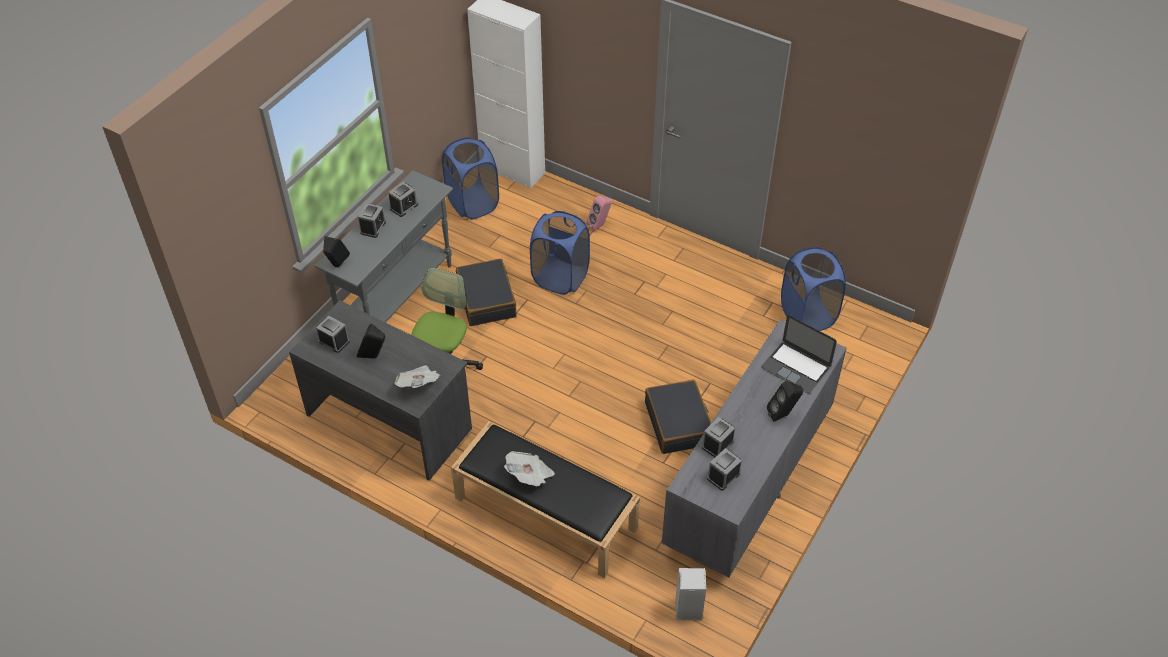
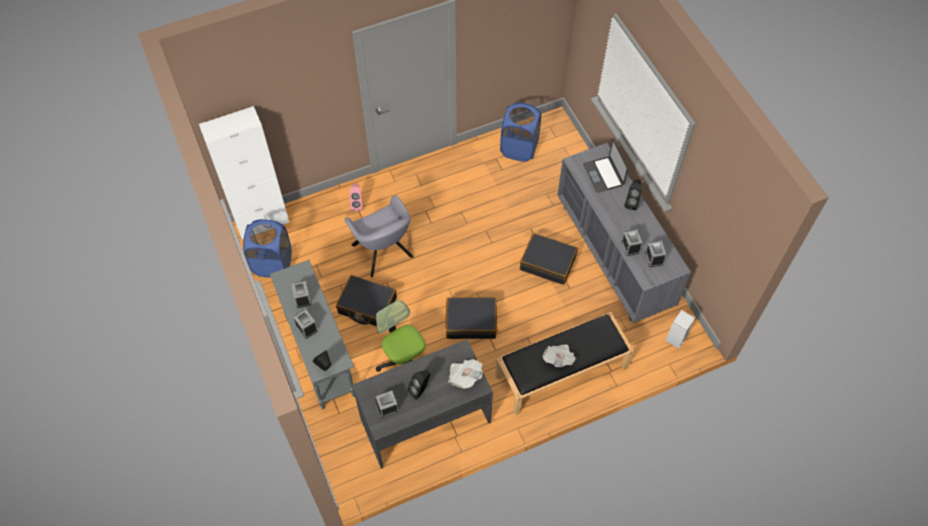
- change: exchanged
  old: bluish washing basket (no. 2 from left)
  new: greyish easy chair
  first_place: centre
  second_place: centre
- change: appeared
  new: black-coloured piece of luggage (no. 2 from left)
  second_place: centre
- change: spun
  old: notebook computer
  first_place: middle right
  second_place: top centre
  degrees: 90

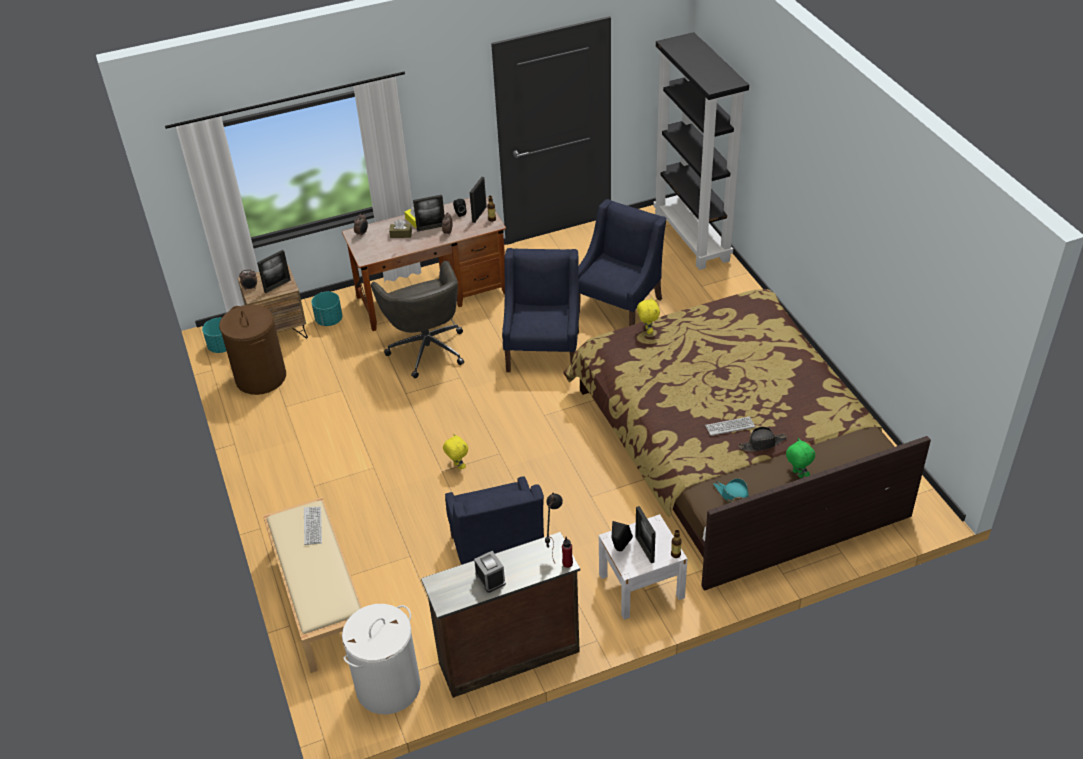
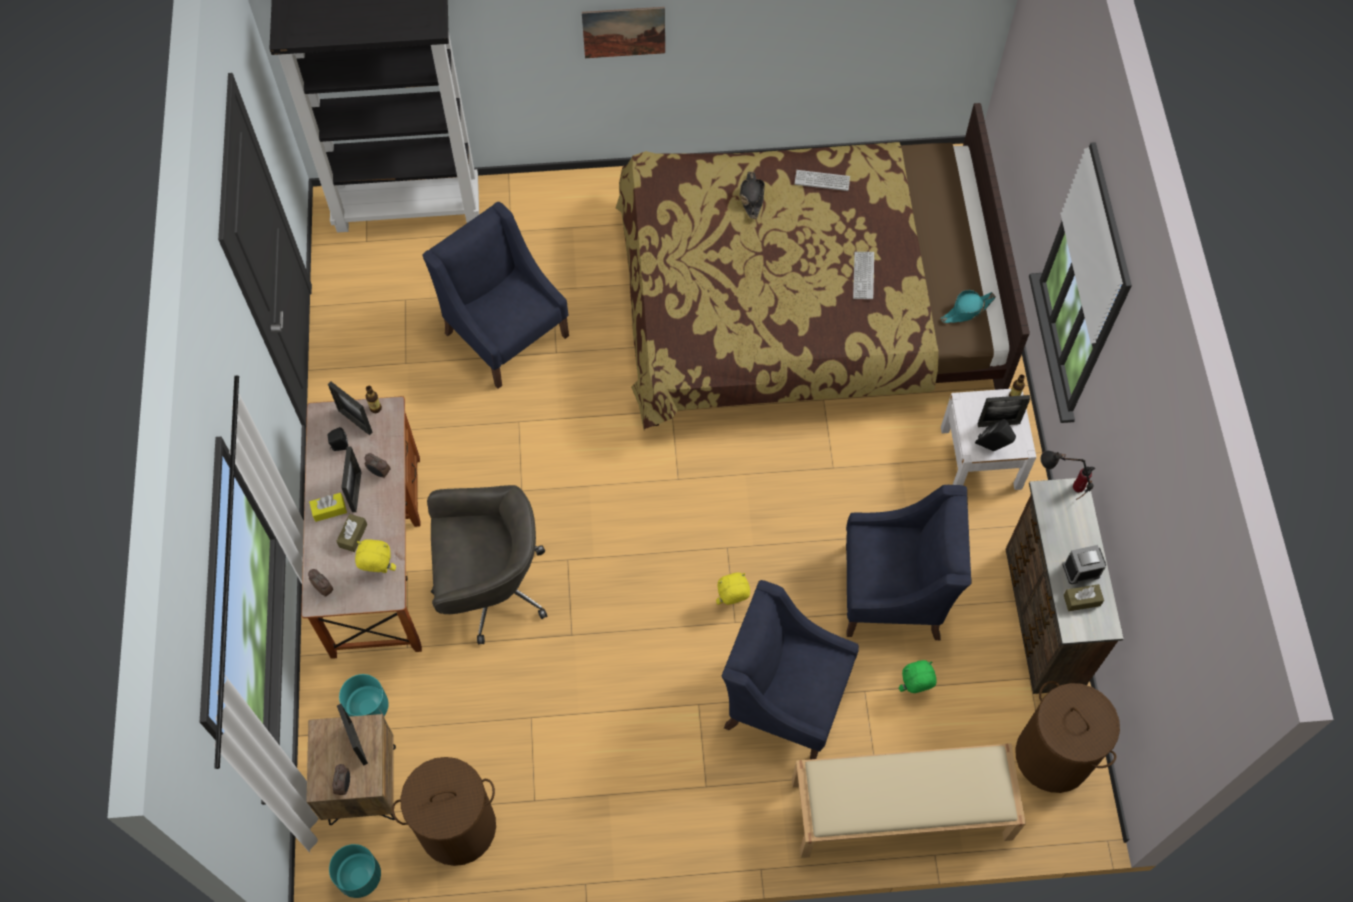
- change: relocated
  old: yellowish soft toy (no. 2 from left in the first image)
  new: yellowish soft toy (no. 1 from left)
  first_place: centre
  second_place: middle left
- change: appeared
  new: wall picture
  second_place: top centre
- change: relocated
  old: bluish easy chair (no. 2 from left)
  first_place: centre
  second_place: bottom centre
- change: relocated
  old: black-coloured hat
  first_place: middle right
  second_place: top centre
- change: relocated
  old: computer keyboard (no. 1 from left)
  first_place: bottom left
  second_place: top centre
- change: relocated
  old: green soft toy
  first_place: middle right
  second_place: bottom right
- change: colour
  old: white-coloured washing basket
  new: brown washing basket (no. 2 from left)
  first_place: bottom centre
  second_place: bottom right
- change: appeared
  new: brown box of tissues (no. 2 from left)
  second_place: middle right

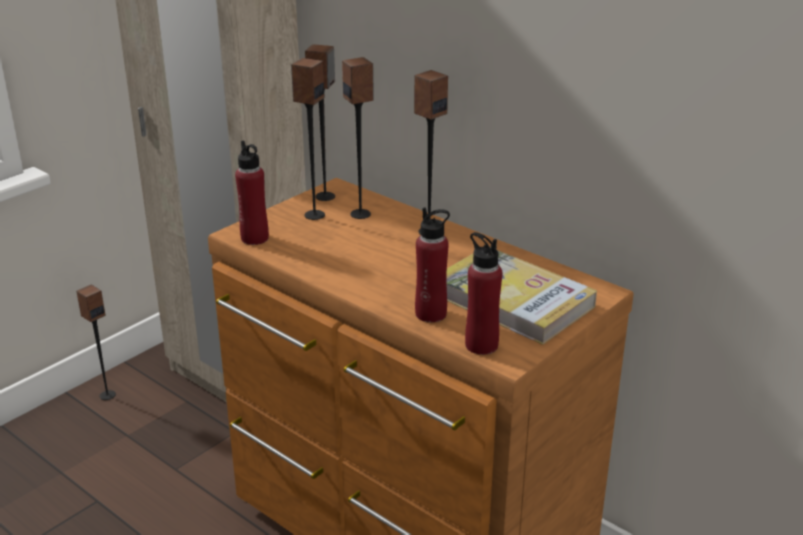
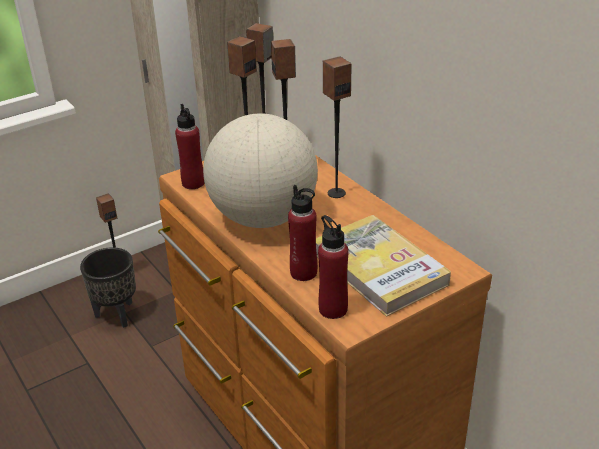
- change: appeared
  new: black-coloured flower pot
  second_place: middle left
- change: appeared
  new: world globe
  second_place: centre

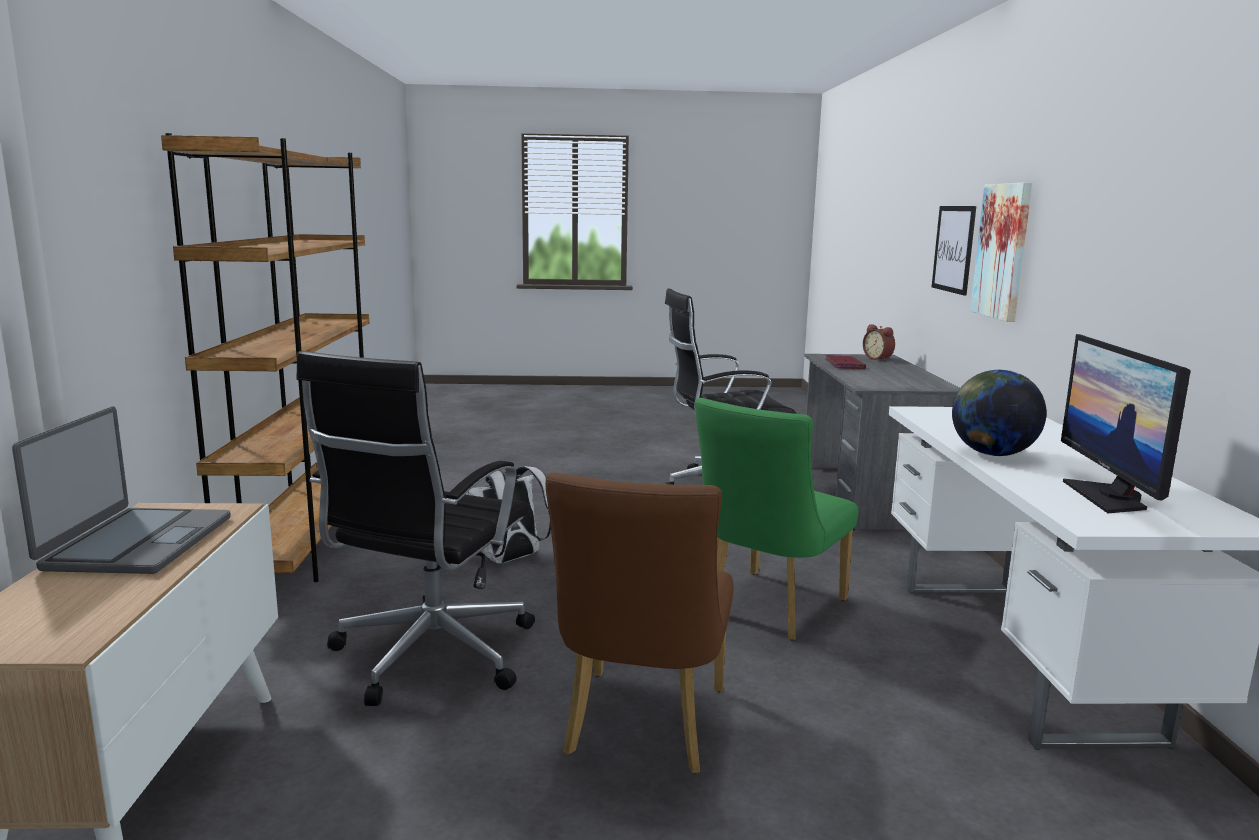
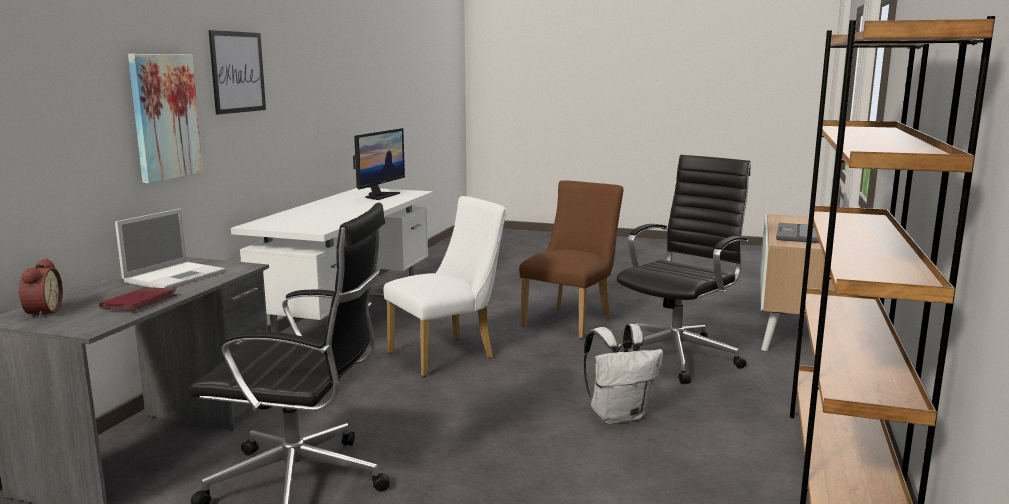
- change: appeared
  new: notebook computer (no. 1 from left)
  second_place: middle left
- change: relocated
  old: wall picture (no. 1 from left in the first image)
  new: wall picture (no. 2 from left)
  first_place: top right
  second_place: top left
- change: colour
  old: green chair
  new: white-coloured chair
  first_place: centre
  second_place: centre
- change: missing
  old: world globe
  first_place: middle right

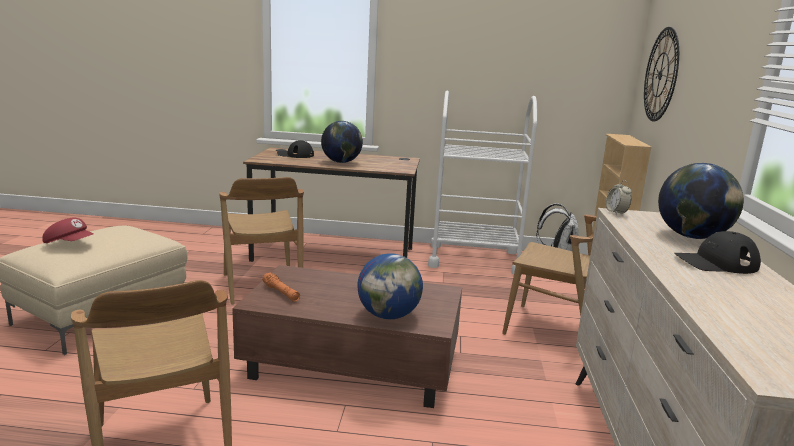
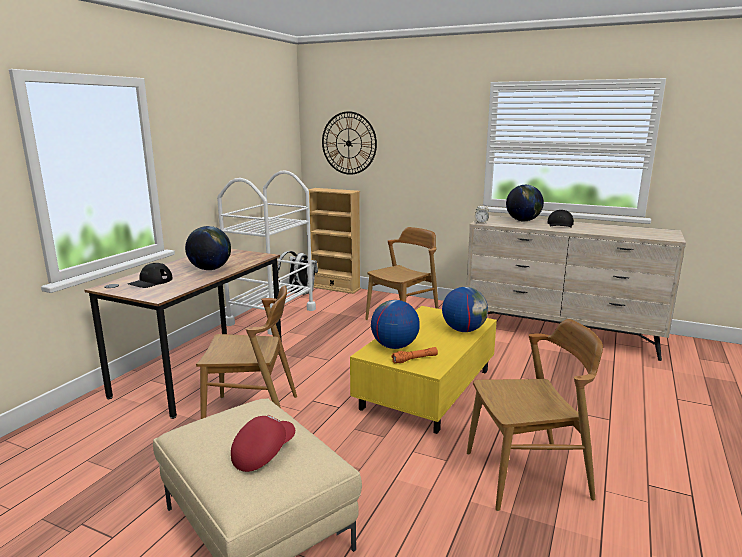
- change: colour
  old: brown low table
  new: yellowish low table
  first_place: bottom centre
  second_place: centre
- change: appeared
  new: world globe (no. 2 from left)
  second_place: centre

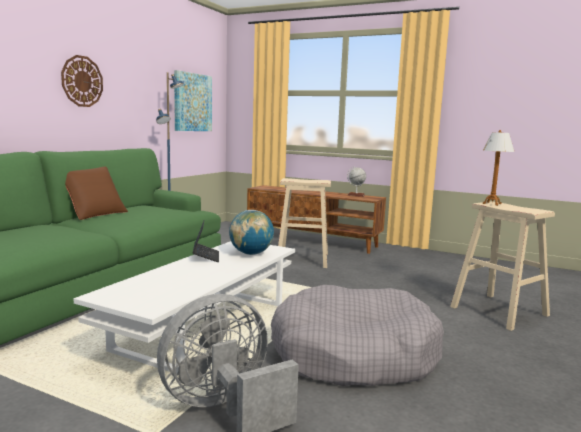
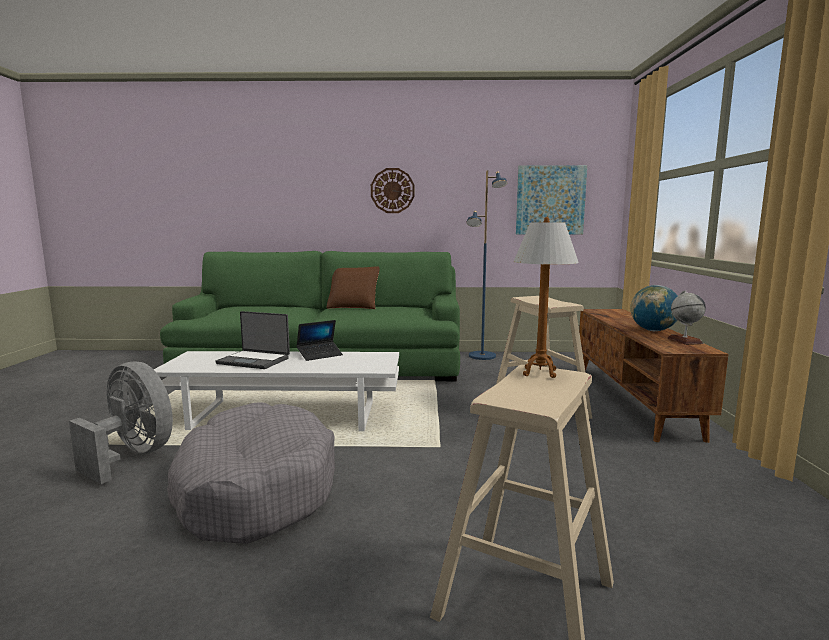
- change: appeared
  new: notebook computer (no. 1 from left)
  second_place: middle left
- change: relocated
  old: world globe (no. 1 from left)
  first_place: centre
  second_place: middle right

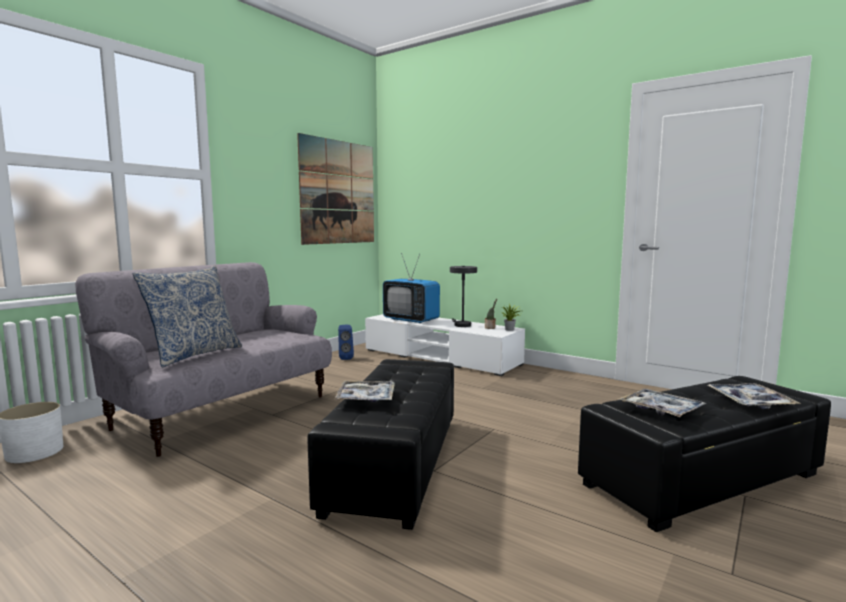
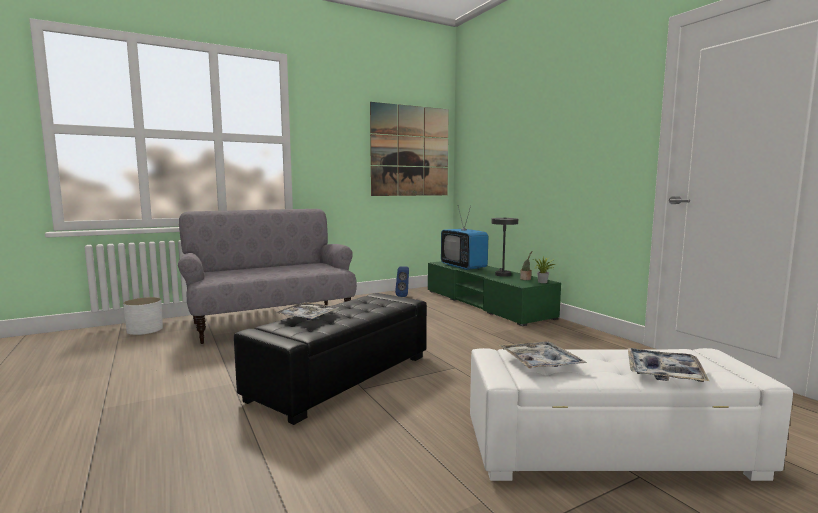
- change: colour
  old: white-coloured media console
  new: green media console
  first_place: centre
  second_place: centre
- change: colour
  old: black-coloured ottoman (no. 2 from left)
  new: white-coloured ottoman
  first_place: bottom right
  second_place: bottom right
- change: missing
  old: throw pillow
  first_place: middle left

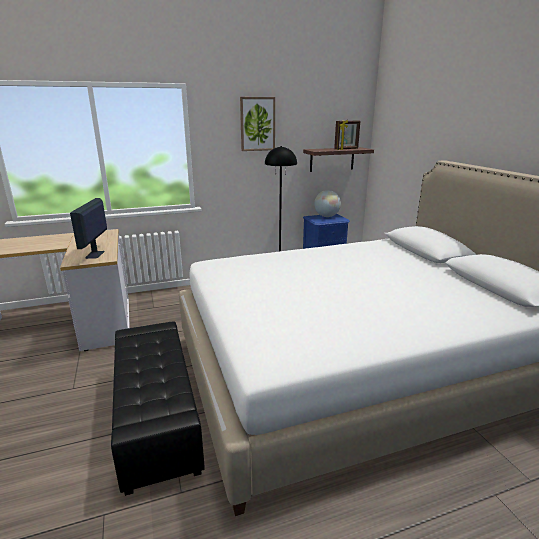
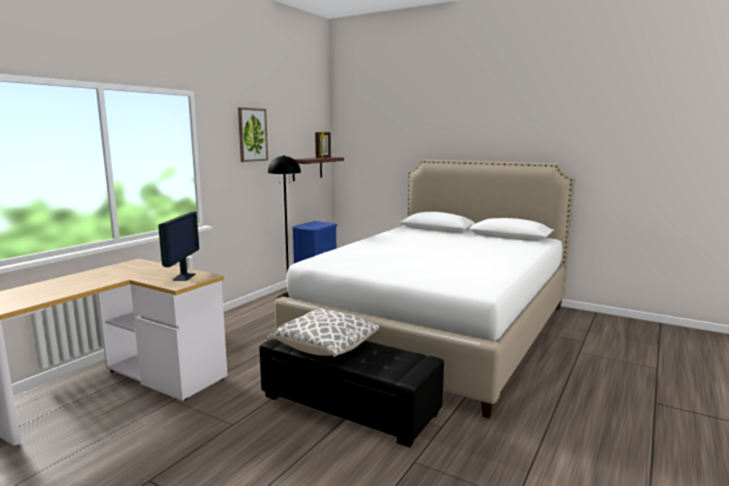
- change: spun
  old: computer display
  first_place: middle left
  second_place: middle left
  degrees: -135
- change: appeared
  new: throw pillow
  second_place: bottom centre
- change: missing
  old: world globe
  first_place: centre

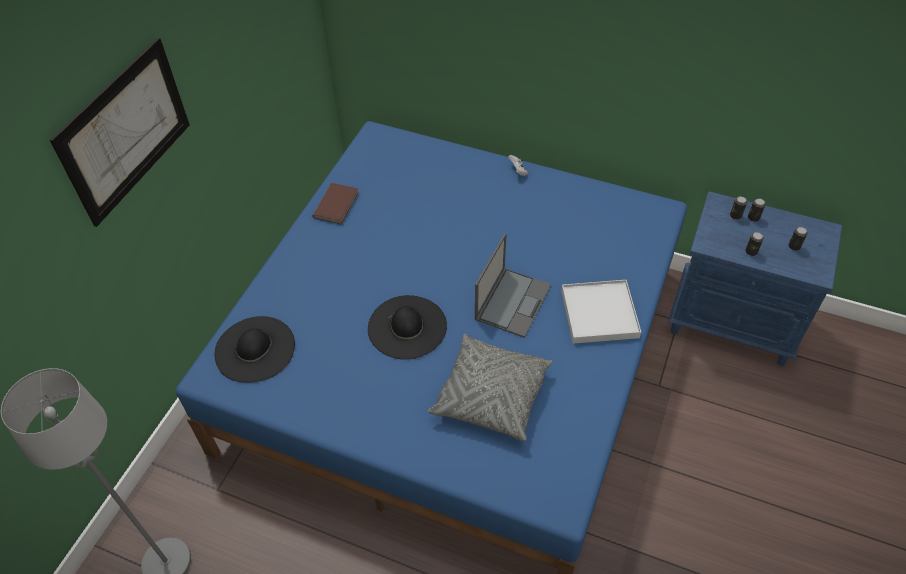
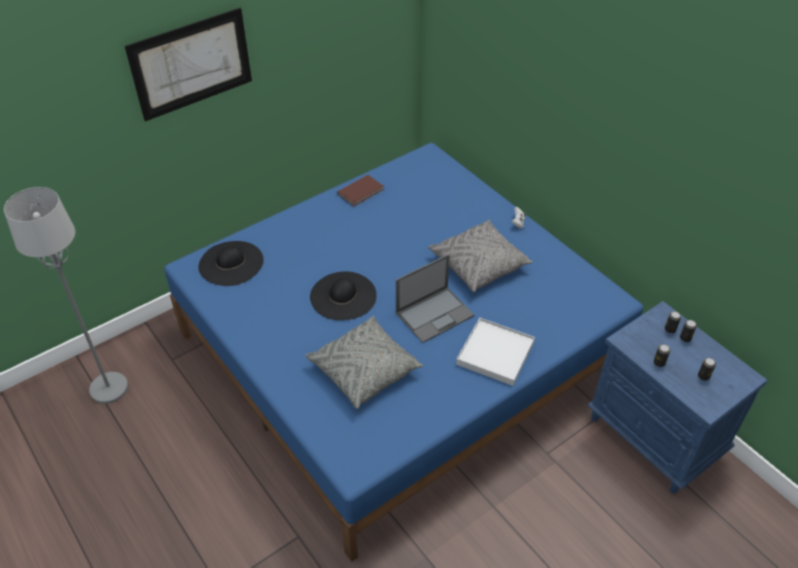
- change: appeared
  new: greyish throw pillow (no. 2 from left)
  second_place: centre

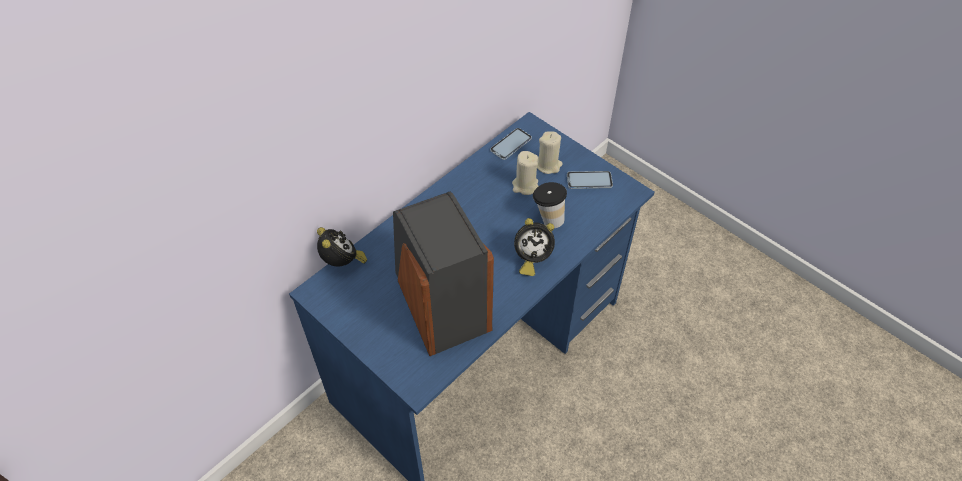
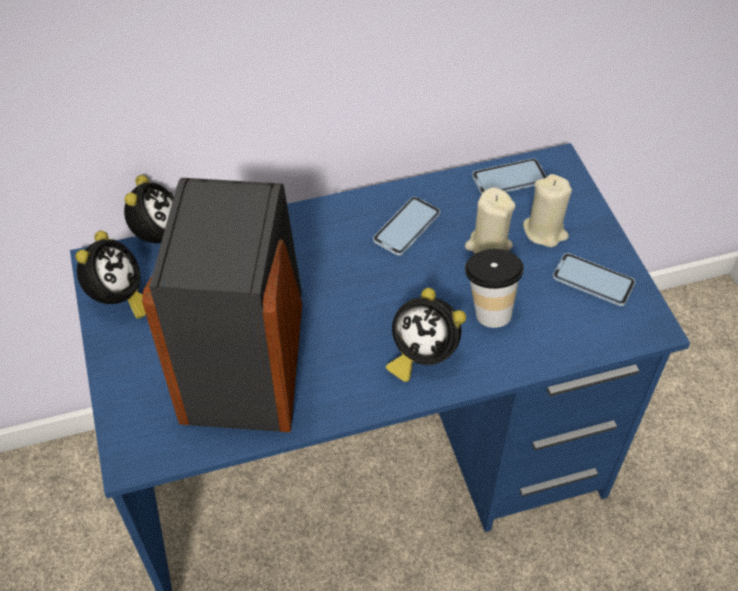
- change: appeared
  new: bedside clock (no. 1 from left)
  second_place: middle left
- change: appeared
  new: phone (no. 1 from left)
  second_place: centre

